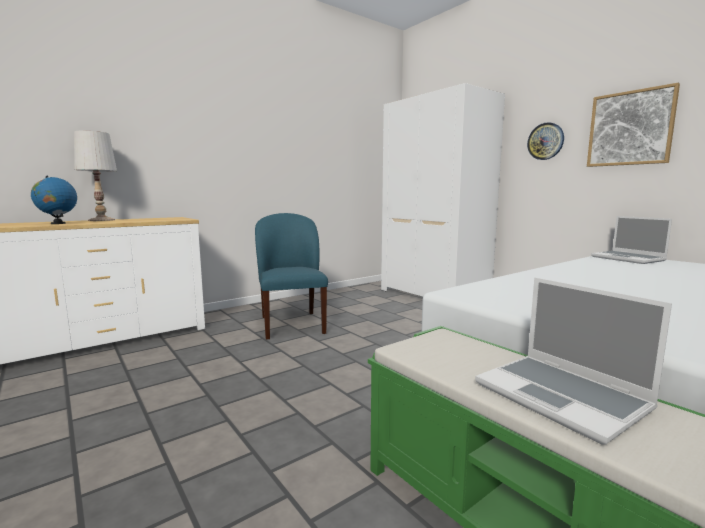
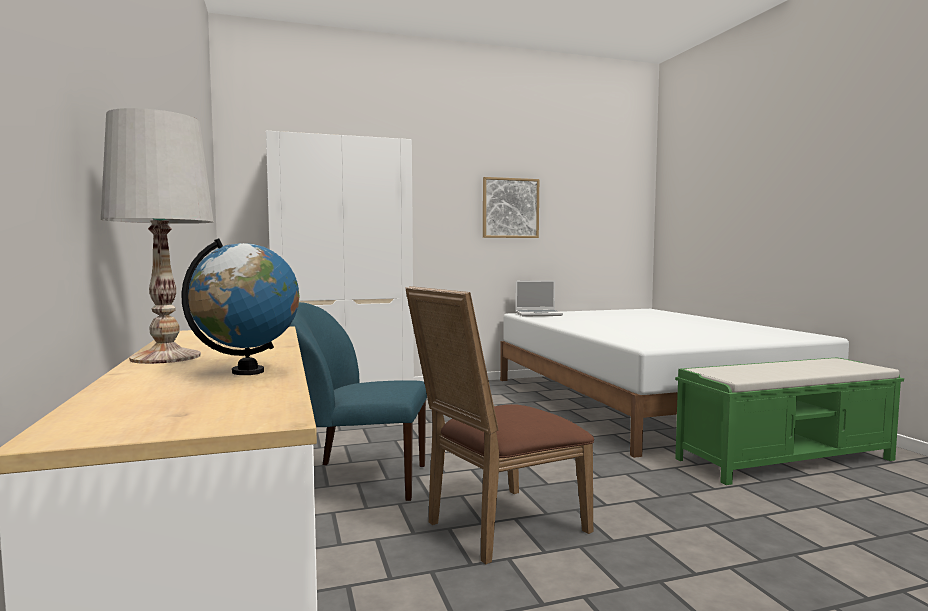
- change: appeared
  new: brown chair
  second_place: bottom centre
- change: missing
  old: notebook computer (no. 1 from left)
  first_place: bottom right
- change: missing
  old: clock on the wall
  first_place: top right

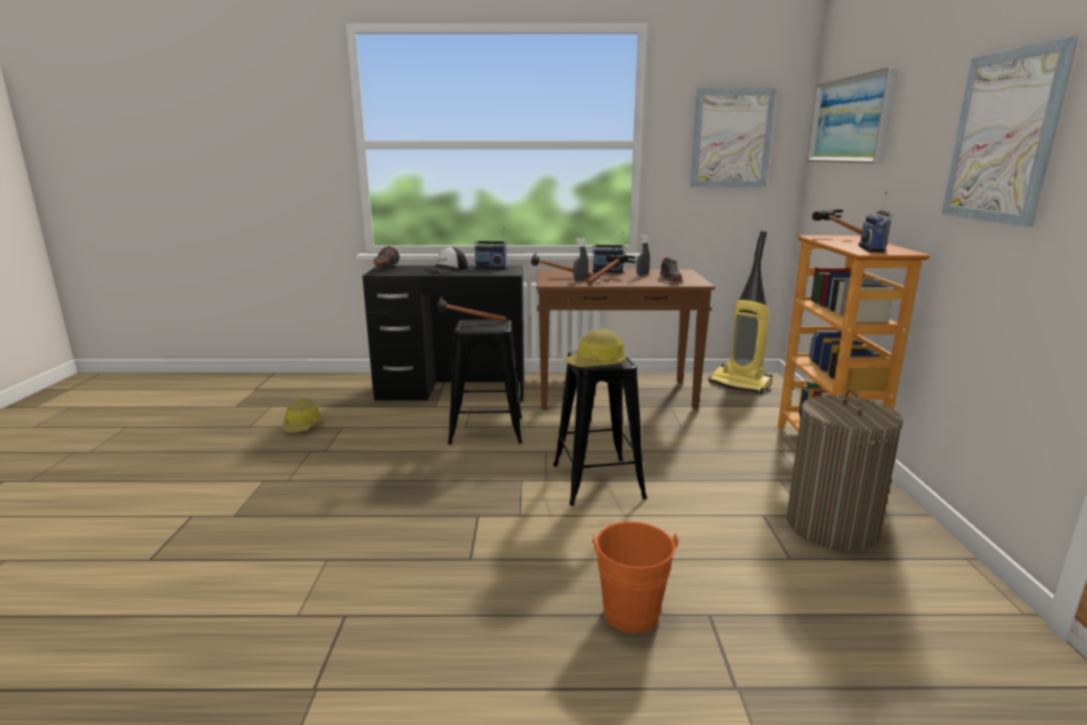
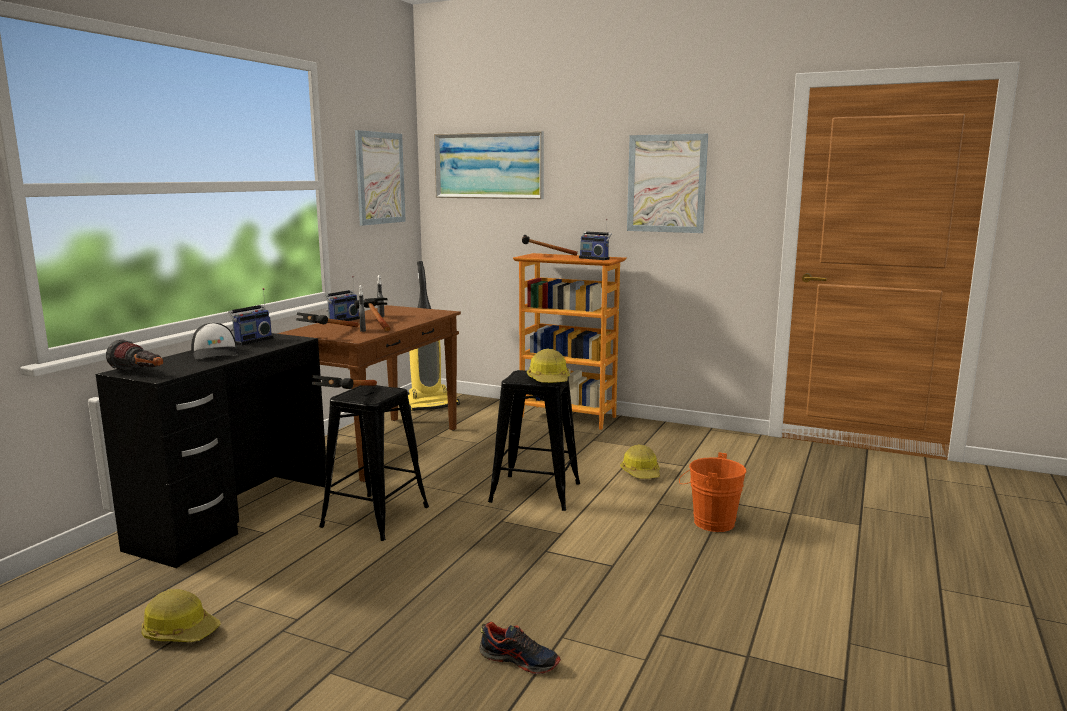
- change: relocated
  old: item of footwear
  first_place: centre
  second_place: bottom centre
- change: appeared
  new: work helmet (no. 3 from left)
  second_place: centre
- change: missing
  old: washing basket
  first_place: middle right

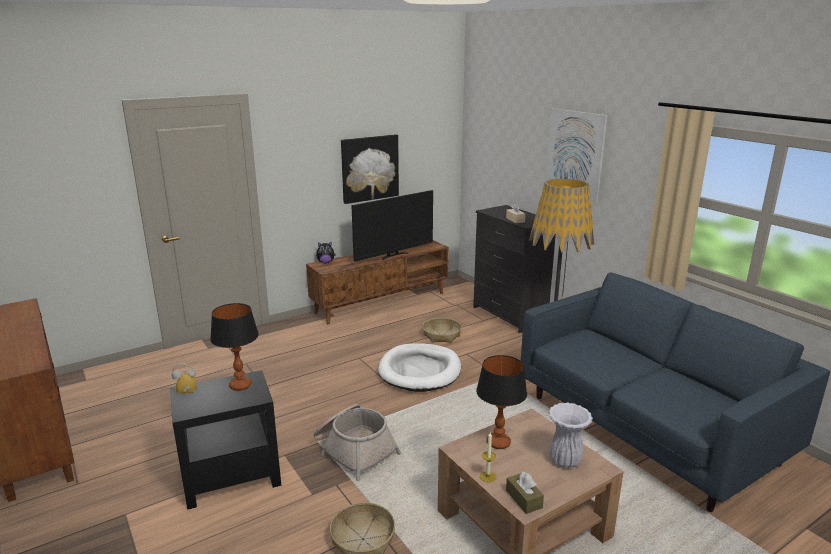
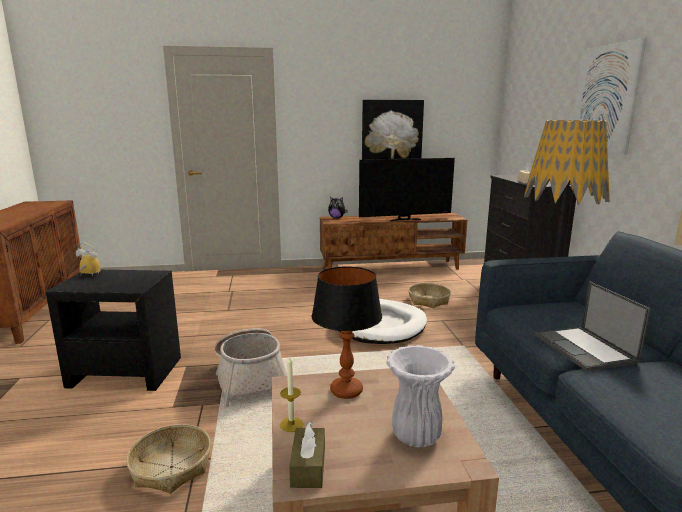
- change: appeared
  new: notebook computer
  second_place: middle right
- change: missing
  old: tabletop lamp (no. 1 from left)
  first_place: middle left

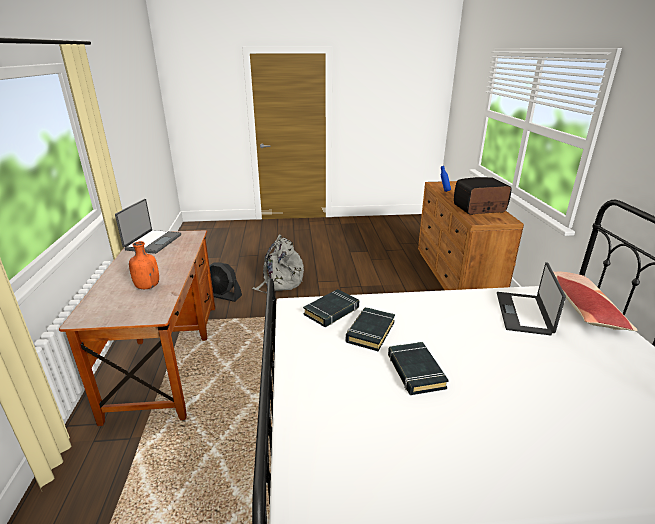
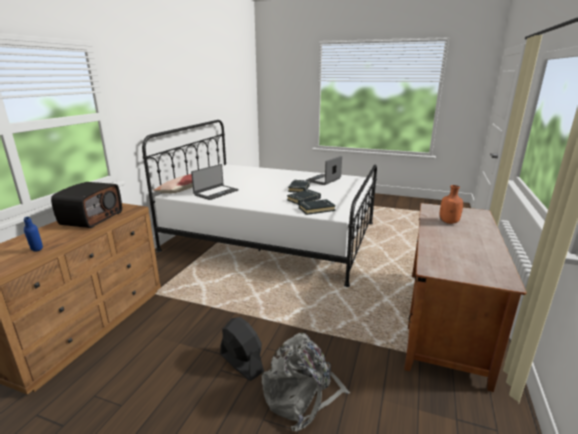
- change: spun
  old: radio set
  first_place: middle right
  second_place: middle left
  degrees: -90
- change: relocated
  old: black-coloured cooling fan
  first_place: centre
  second_place: bottom centre
- change: relocated
  old: notebook computer (no. 1 from left in the first image)
  new: notebook computer (no. 2 from left)
  first_place: middle left
  second_place: centre

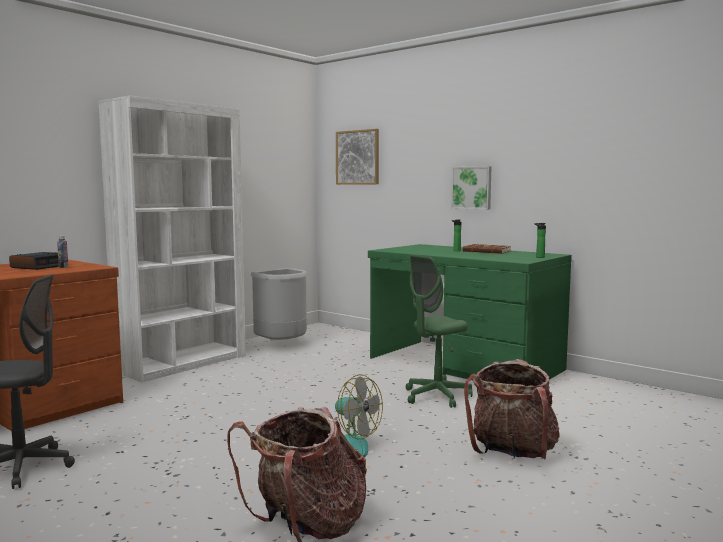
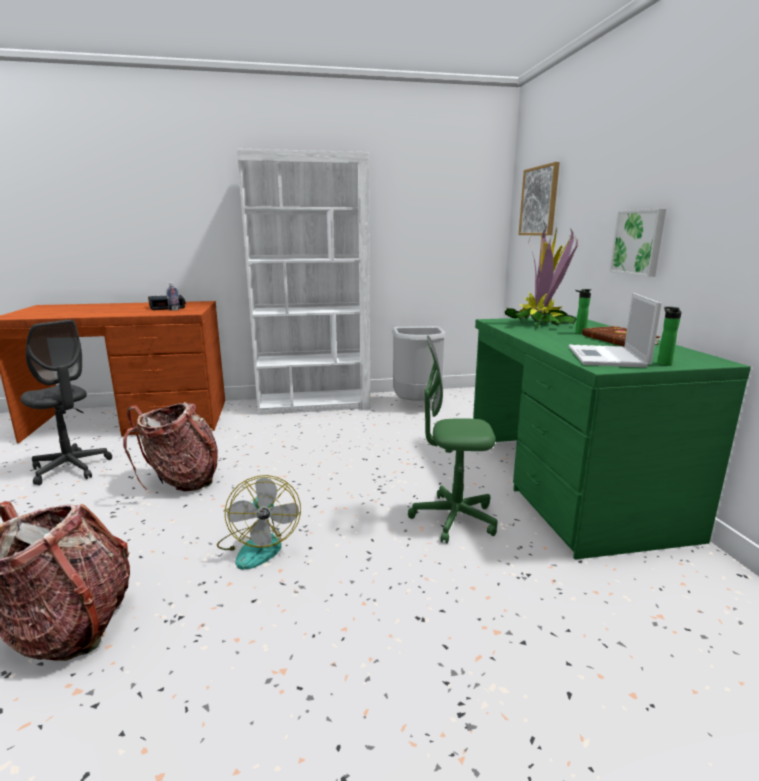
- change: relocated
  old: knapsack (no. 2 from left)
  first_place: bottom right
  second_place: middle left
- change: appeared
  new: potted plant
  second_place: middle right
- change: appeared
  new: notebook computer
  second_place: middle right

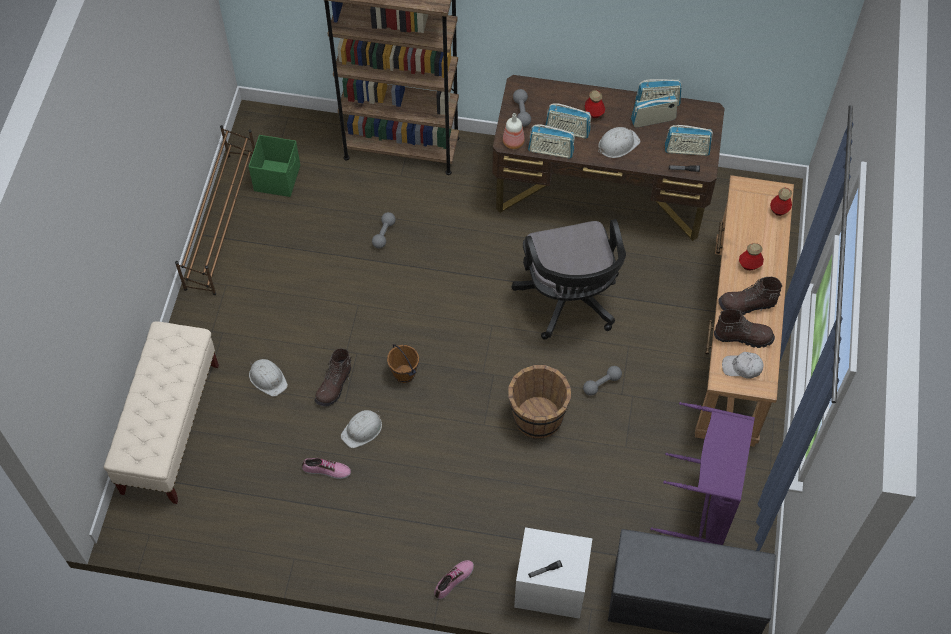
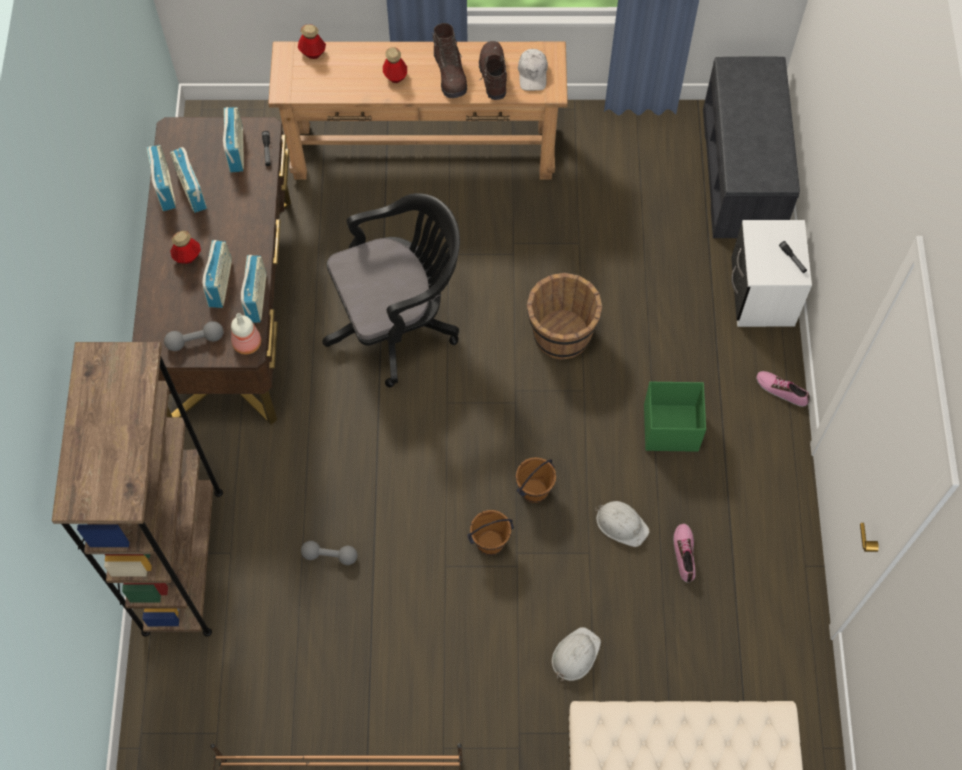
- change: appeared
  new: brown pail (no. 1 from left)
  second_place: bottom centre
- change: relocated
  old: green storage bin
  first_place: top left
  second_place: middle right
- change: missing
  old: brown tall boot (no. 1 from left)
  first_place: centre
- change: missing
  old: greyish dumbbell (no. 3 from left)
  first_place: centre
- change: missing
  old: white-coloured work helmet (no. 3 from left)
  first_place: top centre
- change: missing
  old: purple washing basket
  first_place: bottom right

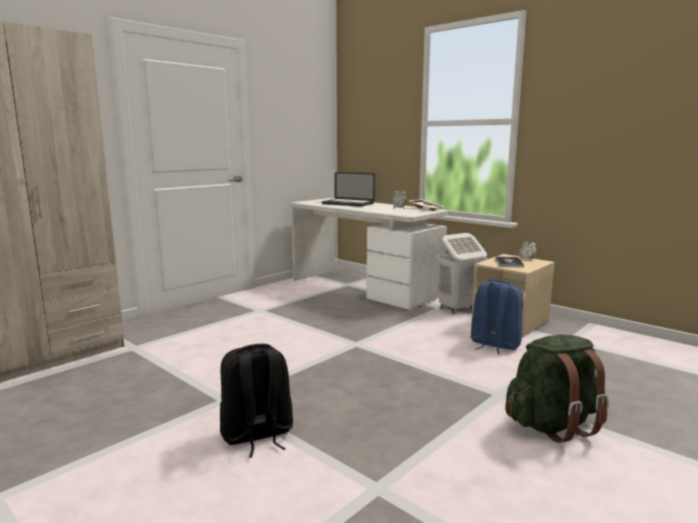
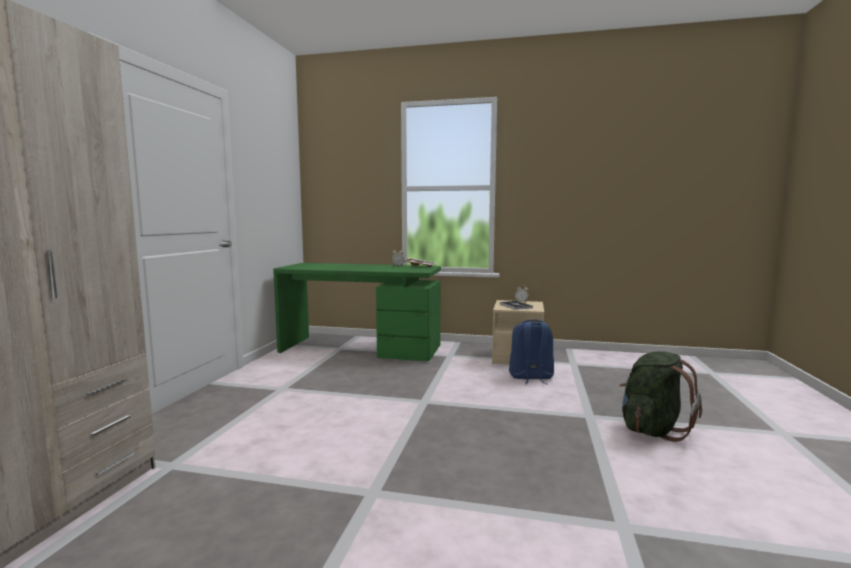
- change: colour
  old: white-coloured desk unit
  new: green desk unit
  first_place: centre
  second_place: centre
- change: missing
  old: black-coloured knapsack
  first_place: bottom centre
- change: missing
  old: notebook computer
  first_place: centre
- change: missing
  old: white-coloured washing basket
  first_place: centre

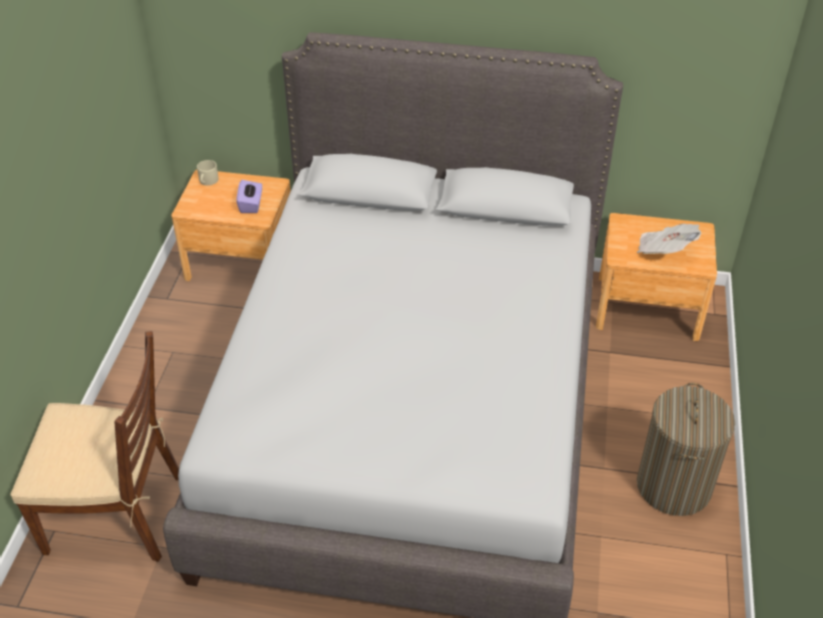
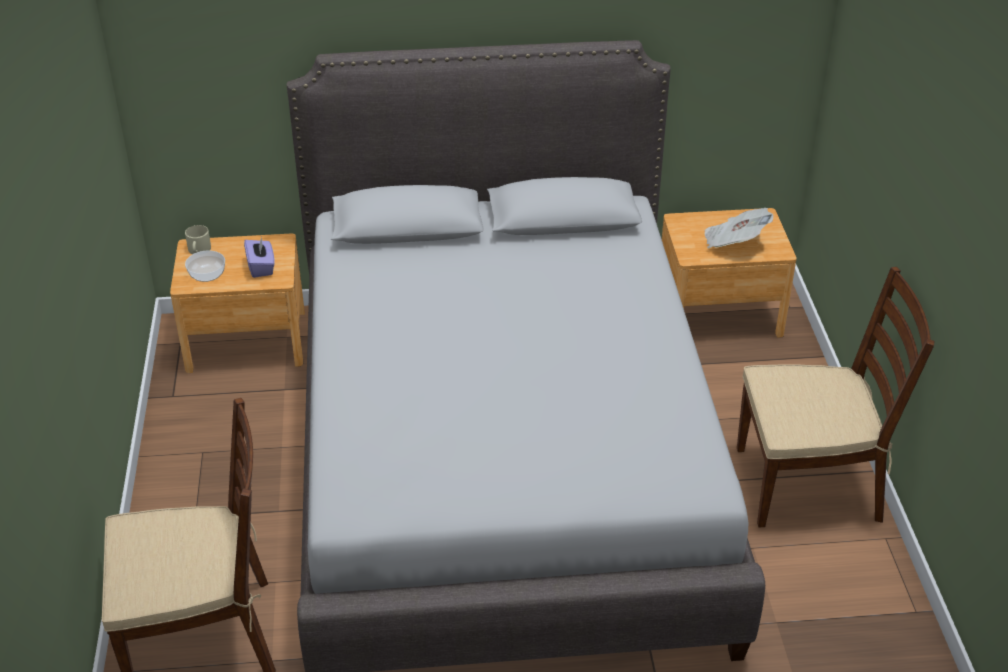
- change: appeared
  new: bowl
  second_place: middle left
- change: exchanged
  old: washing basket
  new: brown chair (no. 2 from left)
  first_place: bottom right
  second_place: middle right

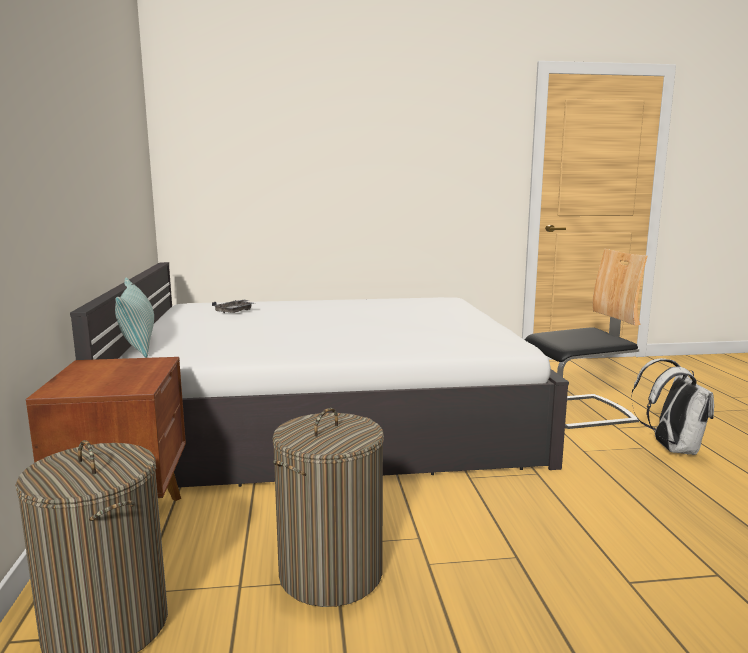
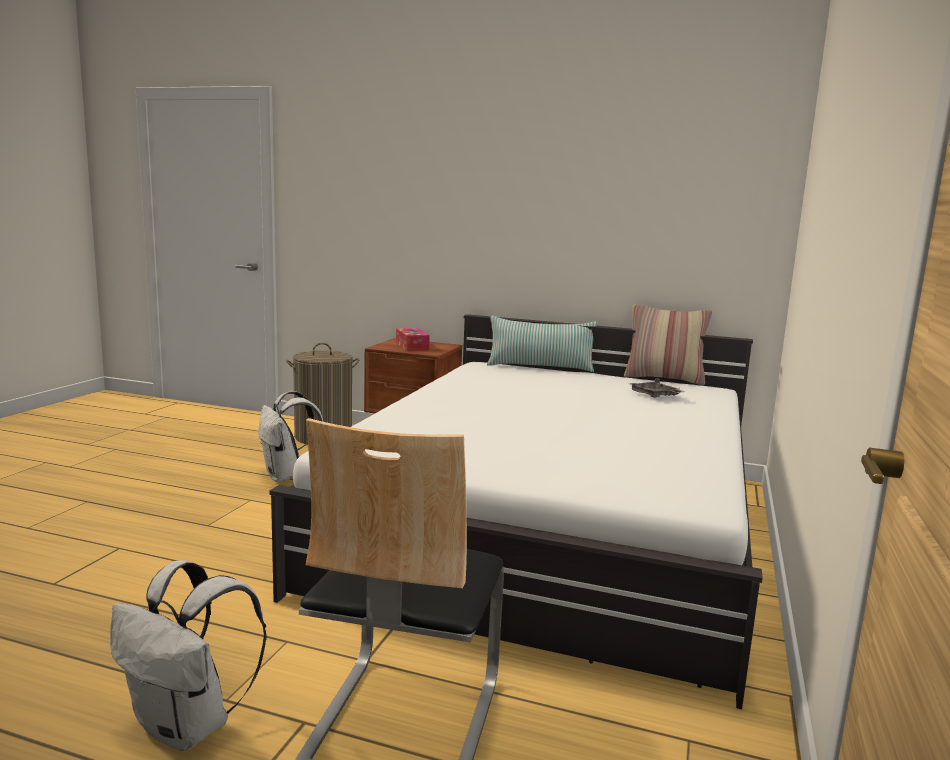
- change: exchanged
  old: washing basket (no. 2 from left)
  new: white-coloured knapsack (no. 2 from left)
  first_place: bottom centre
  second_place: middle left
- change: appeared
  new: box of tissues
  second_place: centre
- change: appeared
  new: throw pillow (no. 2 from left)
  second_place: middle right

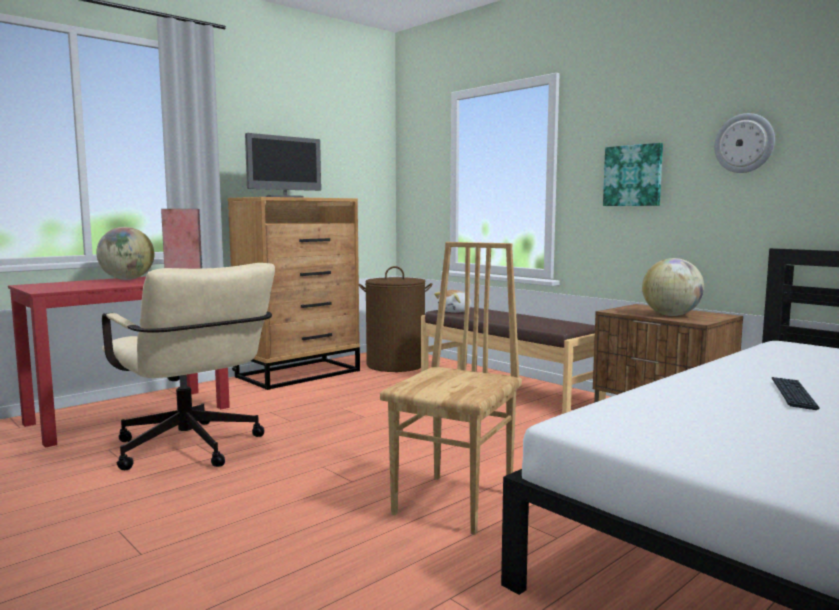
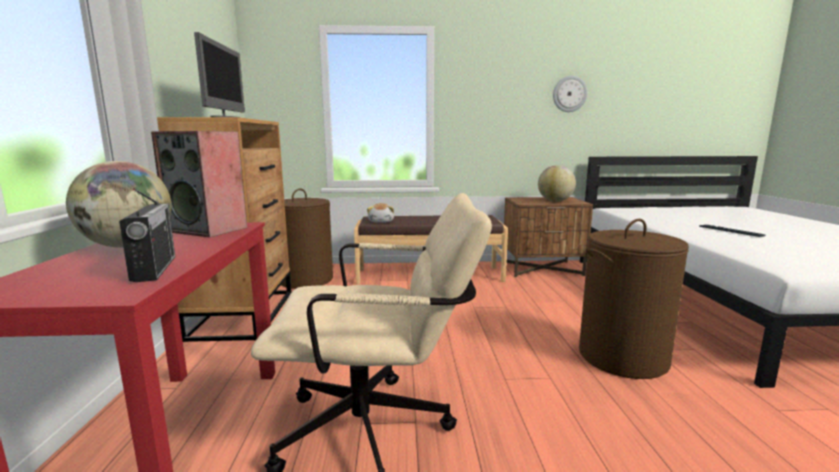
- change: appeared
  new: radio set
  second_place: middle left
- change: exchanged
  old: brown chair
  new: brown washing basket (no. 2 from left)
  first_place: centre
  second_place: middle right
- change: missing
  old: wall picture
  first_place: top right

